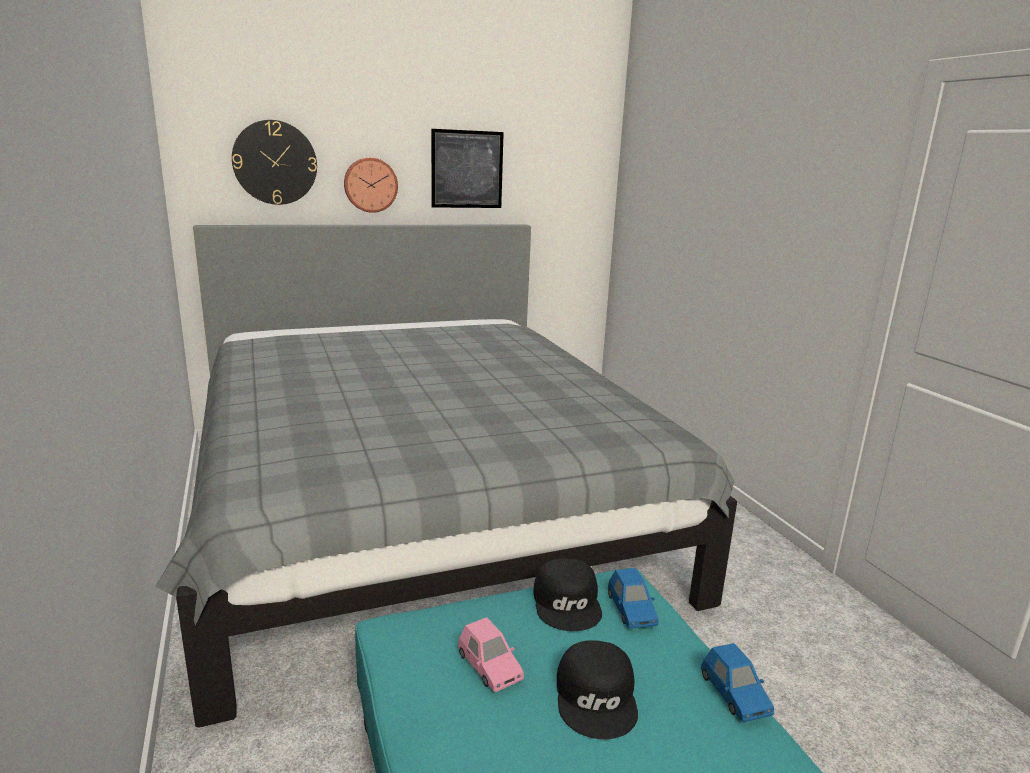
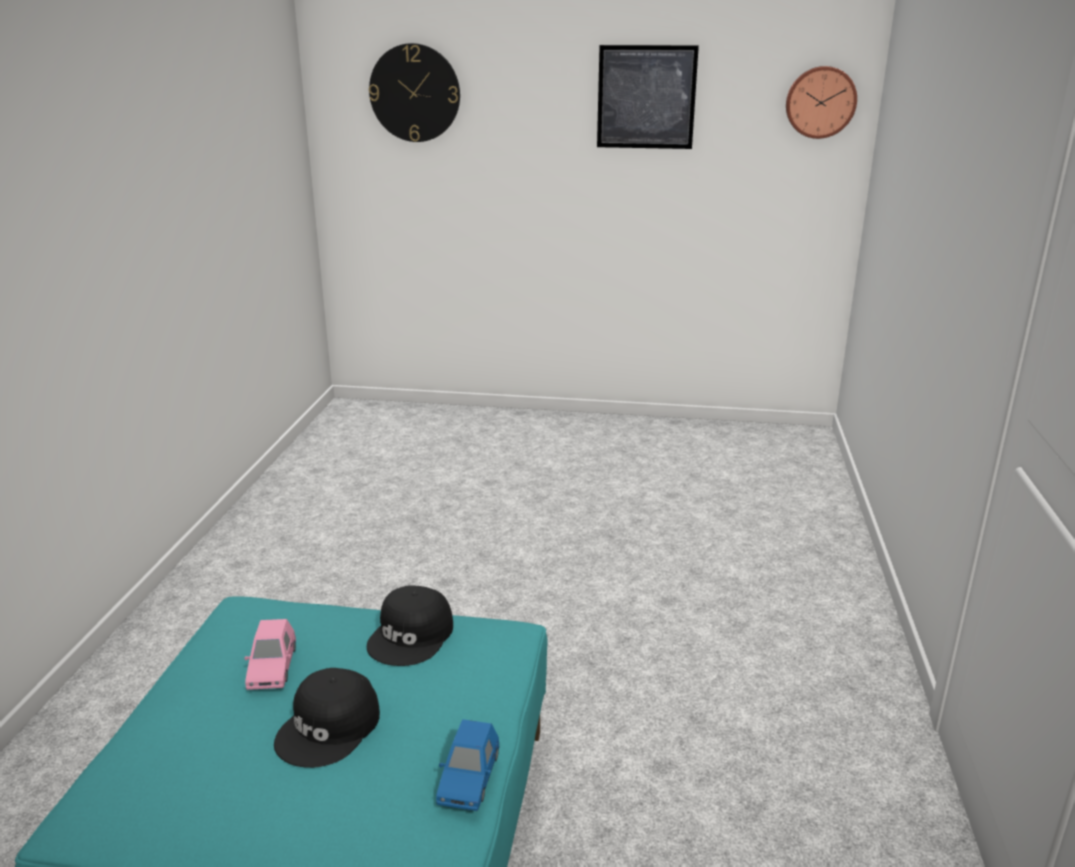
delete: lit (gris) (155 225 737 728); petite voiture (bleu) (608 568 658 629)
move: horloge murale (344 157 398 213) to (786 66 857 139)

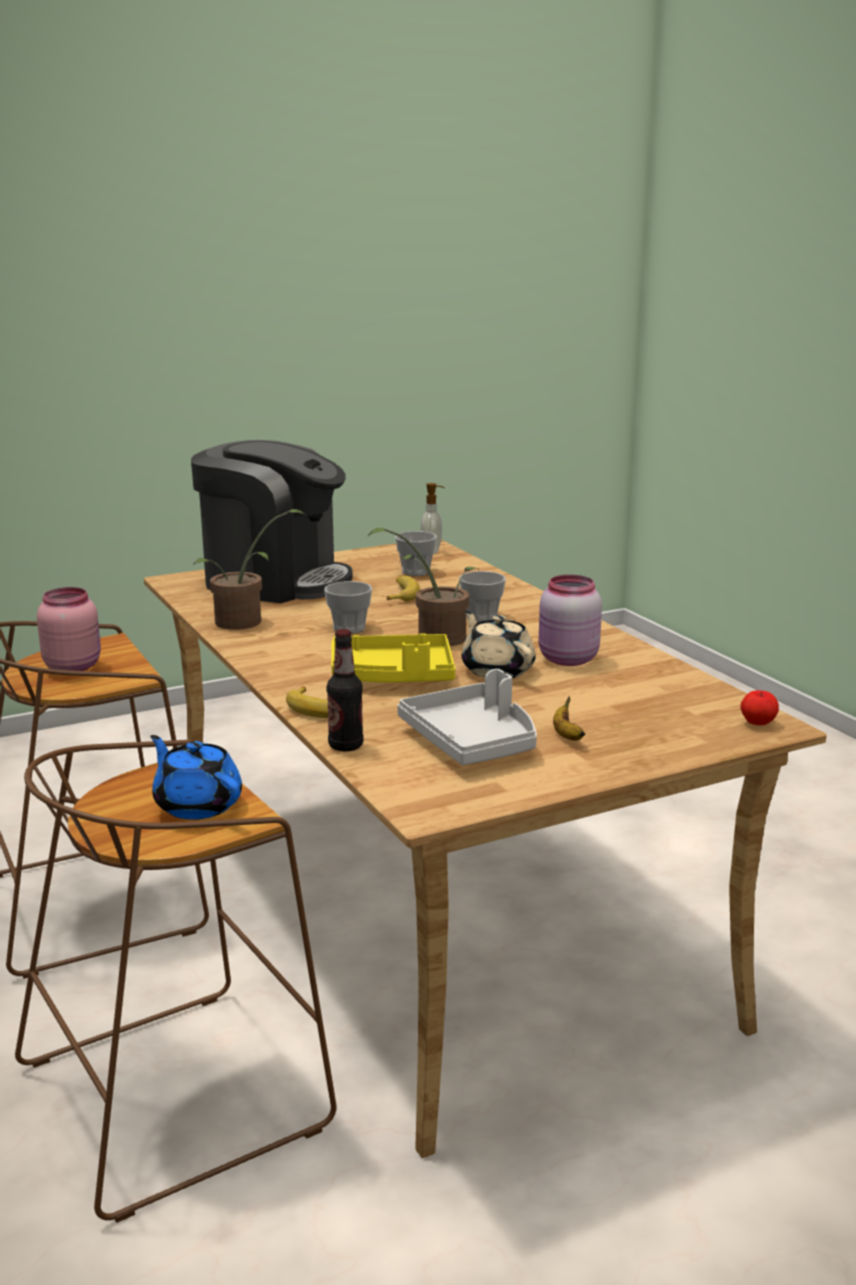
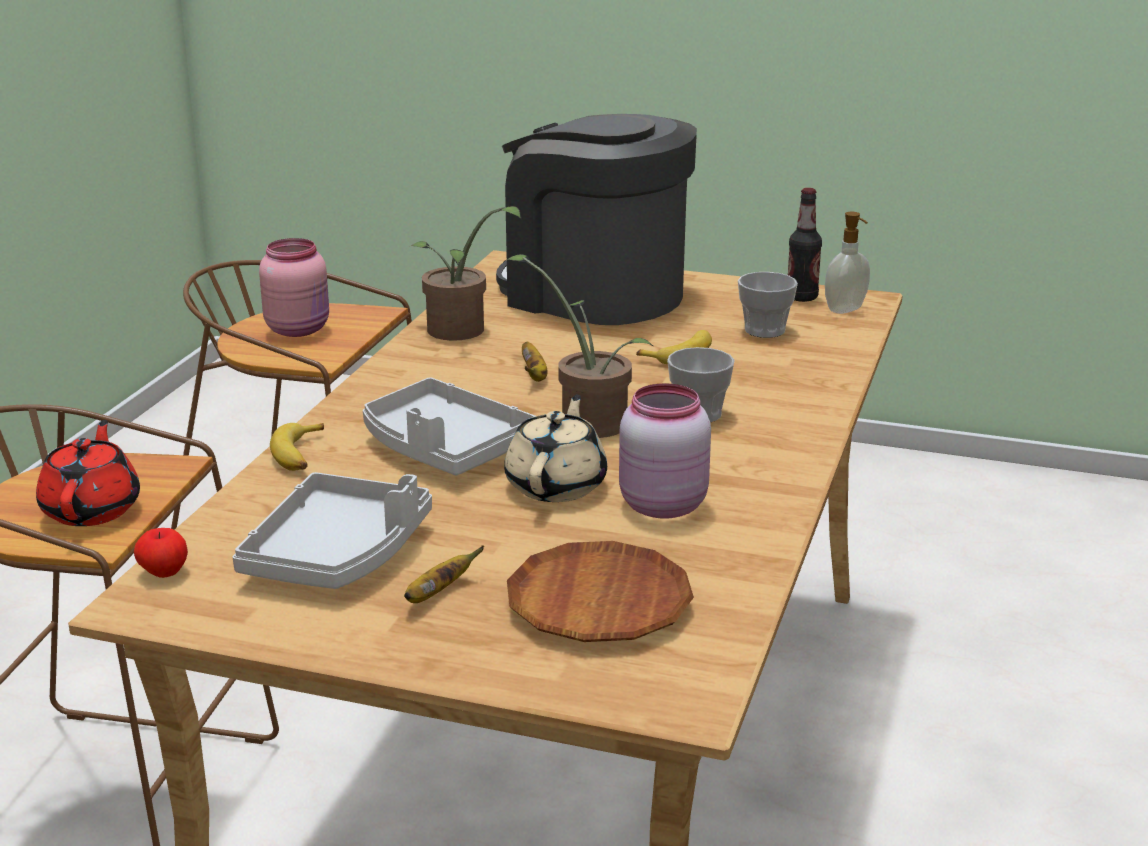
insert: assiette (marron) (507 541 694 642)
move: bouteille (327 629 364 751) to (788 188 822 302); pomme (740 690 779 725) to (134 528 188 578)
replace: tasse (324 581 372 634) to banane (522 342 548 382)
recolor: plateau (jaune) (331 633 456 683) to plateau (gris) (363 377 535 475); théière (bleu) (150 735 242 820) to théière (rouge) (36 420 140 526)
rotate: machine à café (191 440 353 603) = (496 114 697 325) 150 degrees clockwise

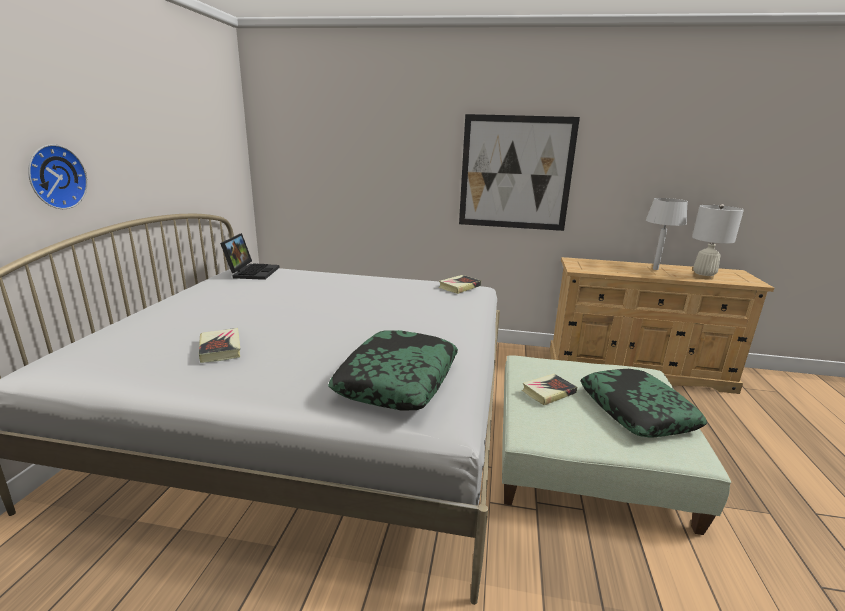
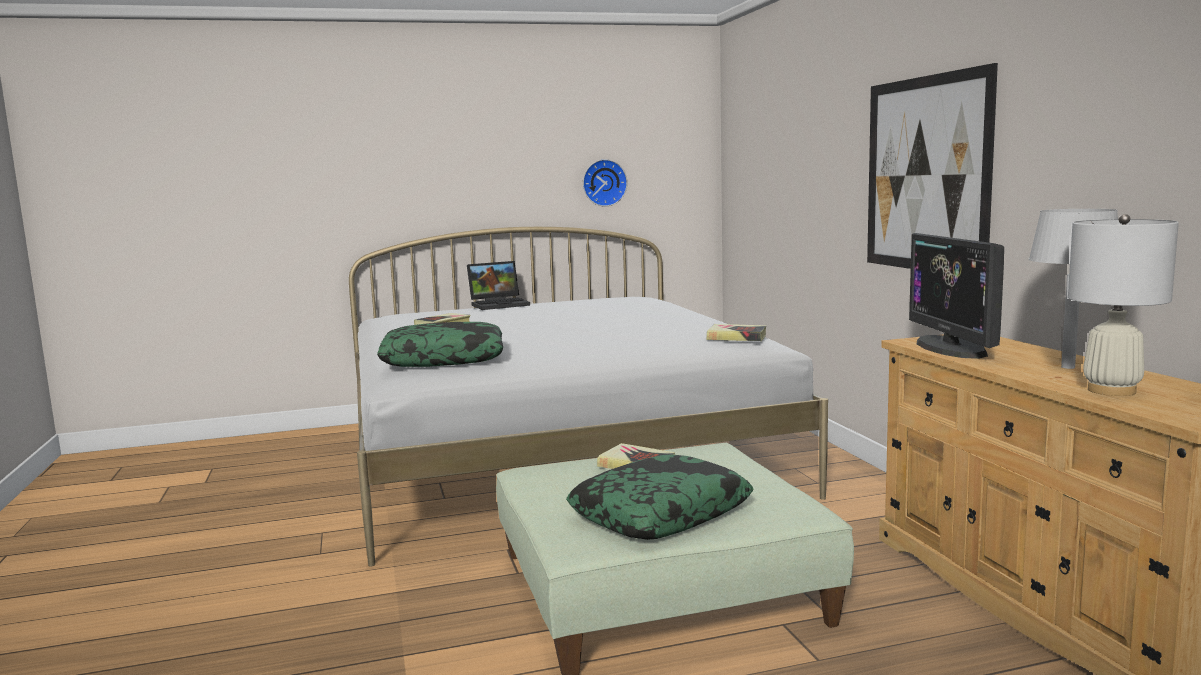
insert: écran d'ordinateur (909 233 1004 359)
move: horloge murale (28 144 88 209) to (583 159 627 207); ordinateur portable (220 233 280 280) to (467 261 530 310)

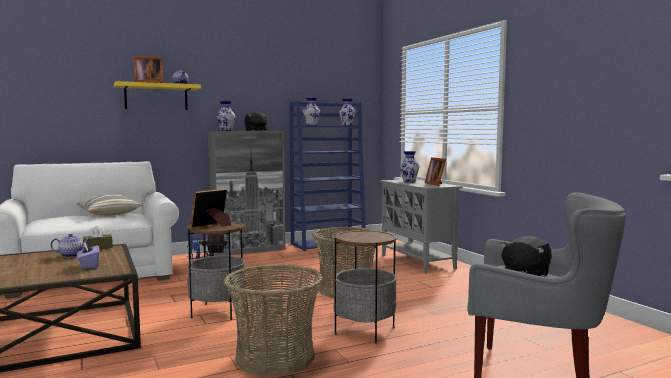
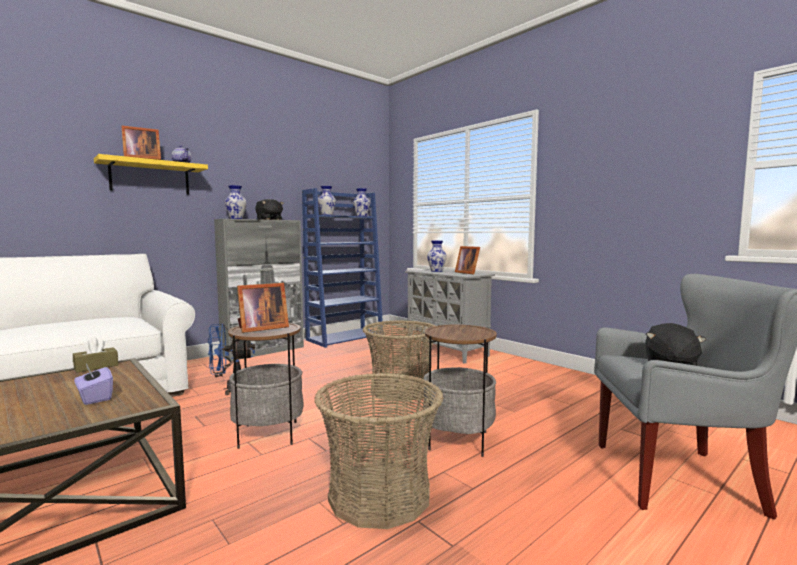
delete: coussin (77 194 141 216); théière (51 234 90 257)
rotate: cadre photo (190 189 231 227) = (237 283 289 333) 150 degrees counterclockwise

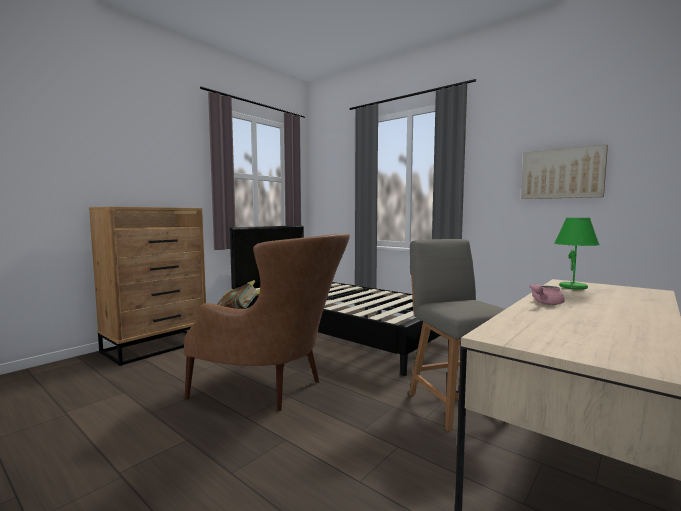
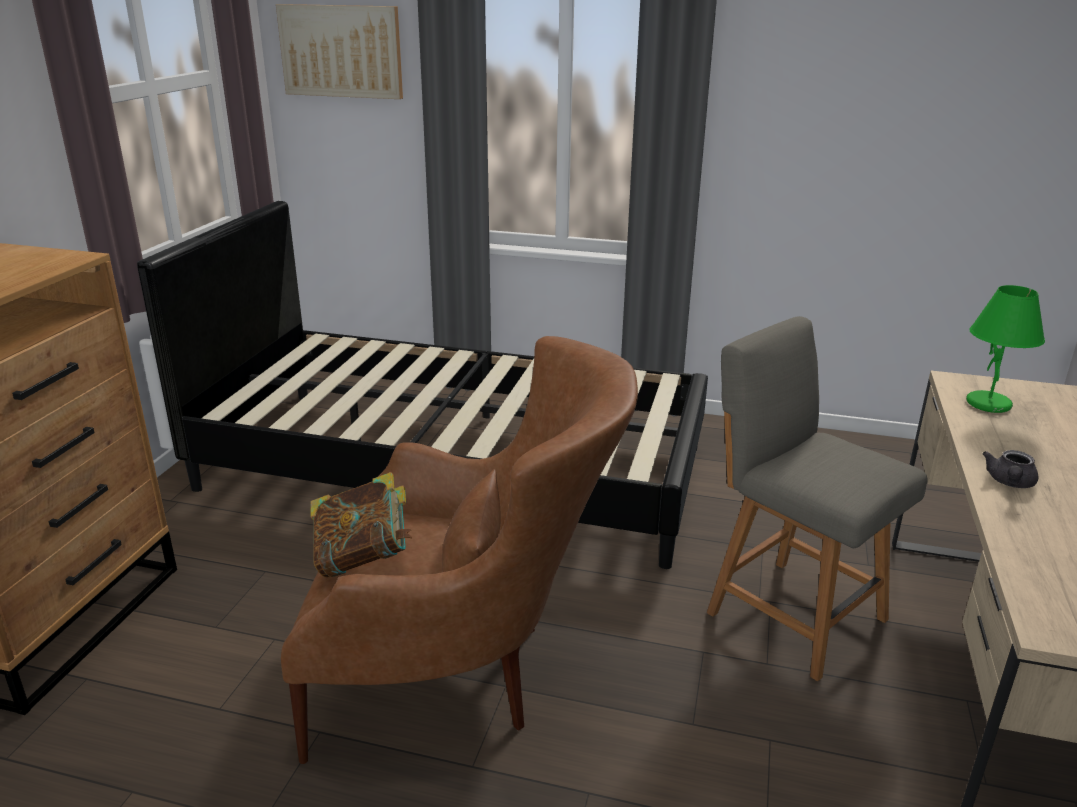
move: tableau (521 145 608 199) to (276 4 403 99)
recolor: théière (rose) (529 285 564 305) to théière (gris) (982 450 1038 488)

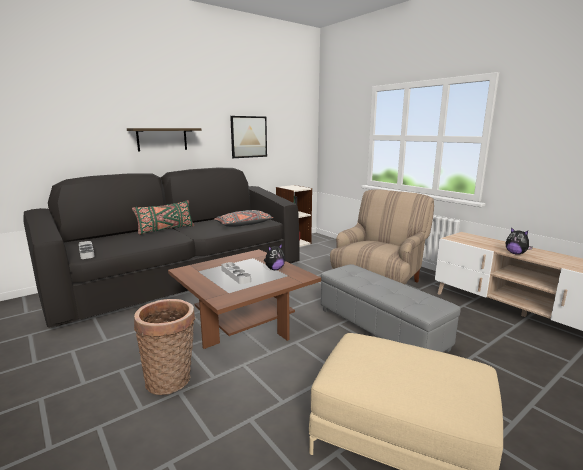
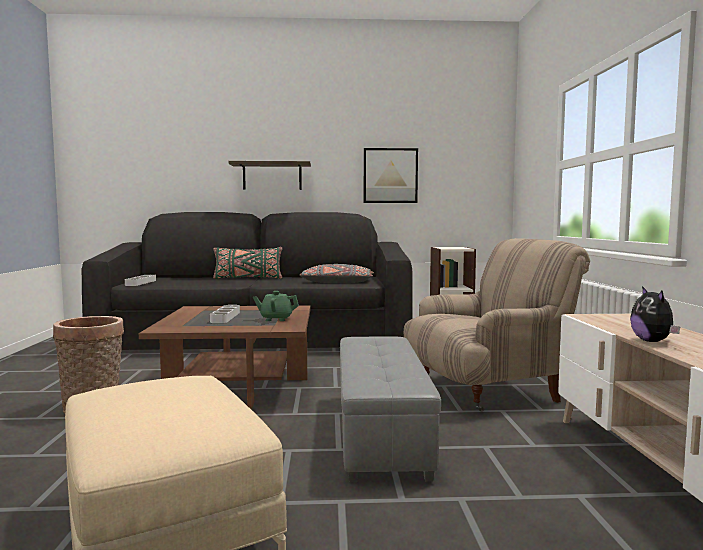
replace: peluche (264 244 285 270) to théière (vert) (253 291 299 321)

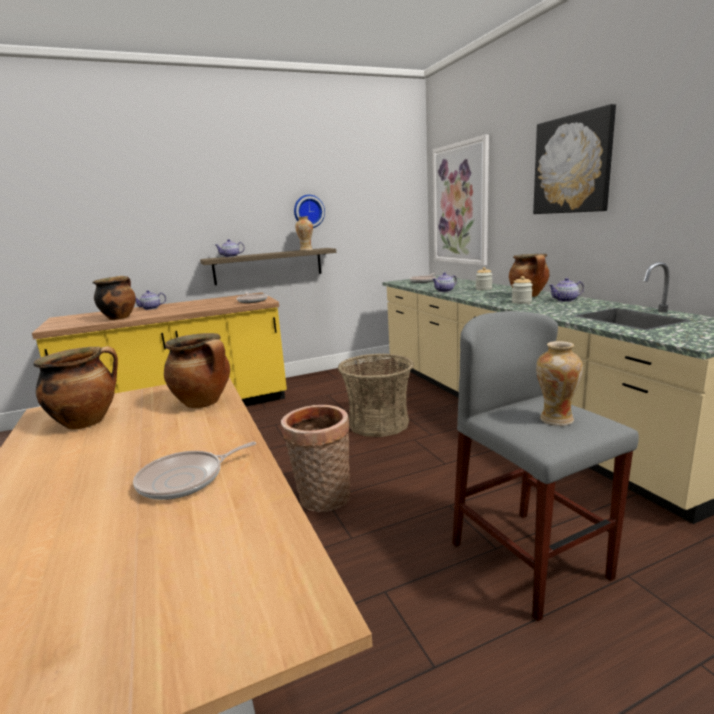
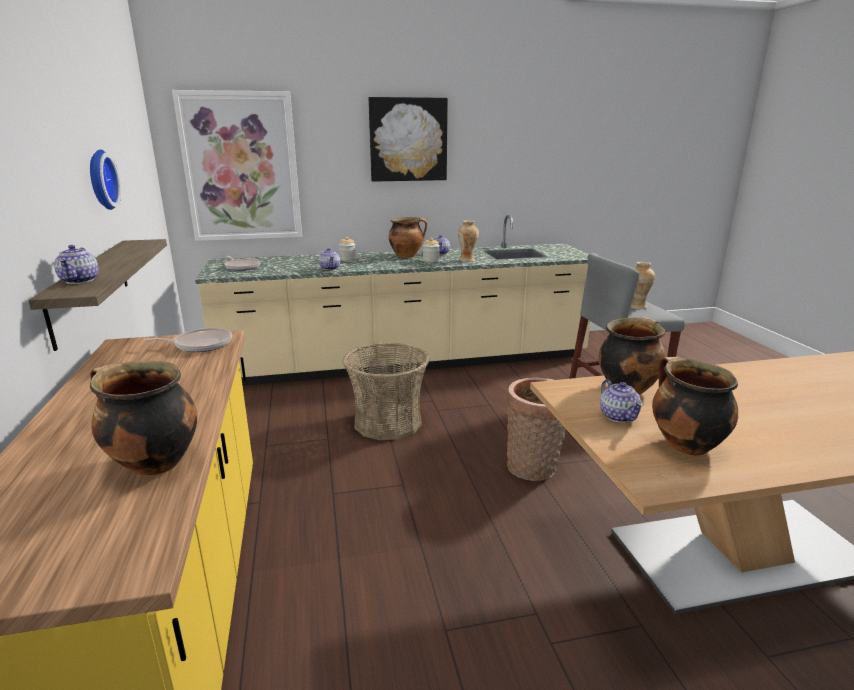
delete: poêle (133 442 256 500)
move: vase (295 216 313 251) to (458 220 479 262); théière (135 290 166 310) to (600 379 644 423)

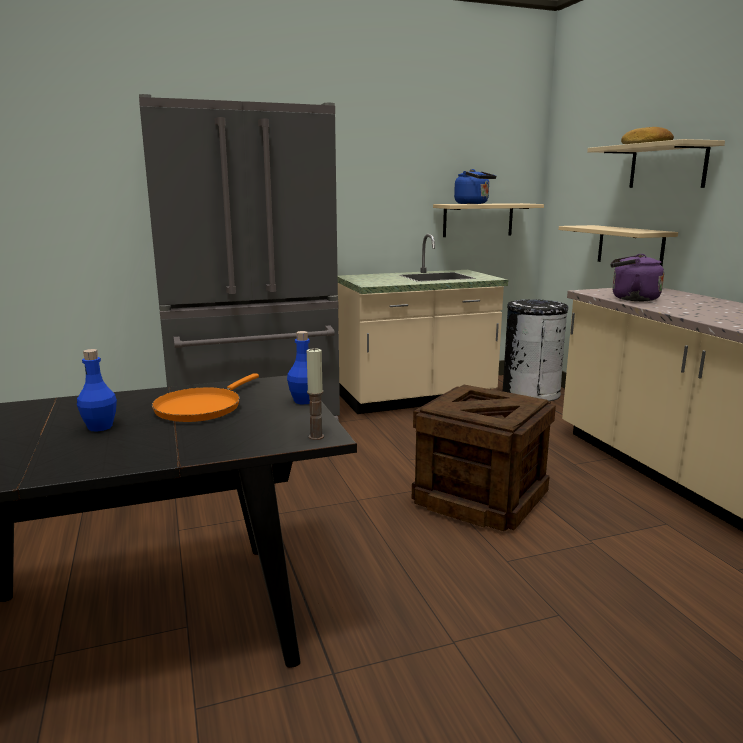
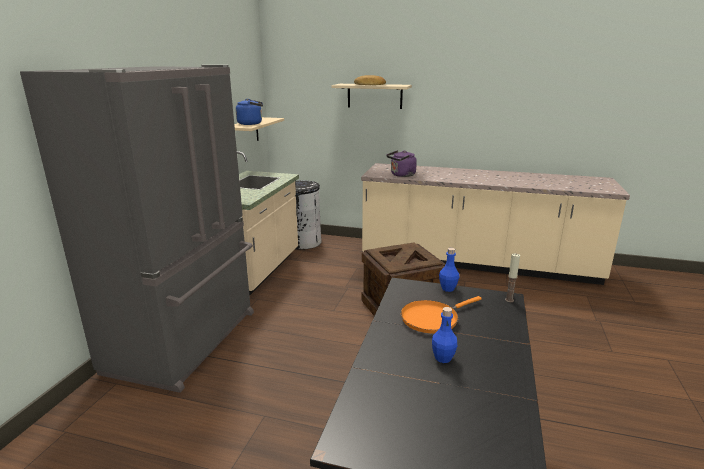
delete: étagère (beige) (559 225 678 266)
rotate: poêle (orange) (152 373 259 422) = (401 296 482 333) 90 degrees clockwise

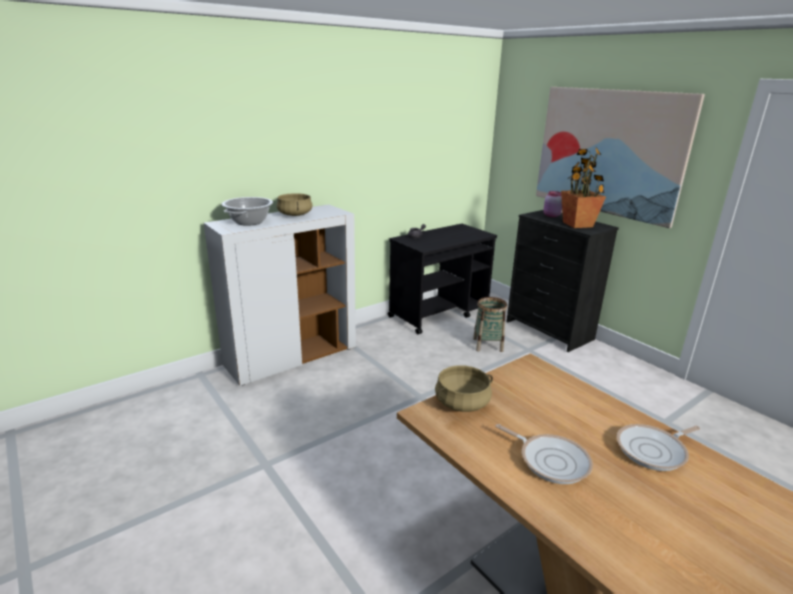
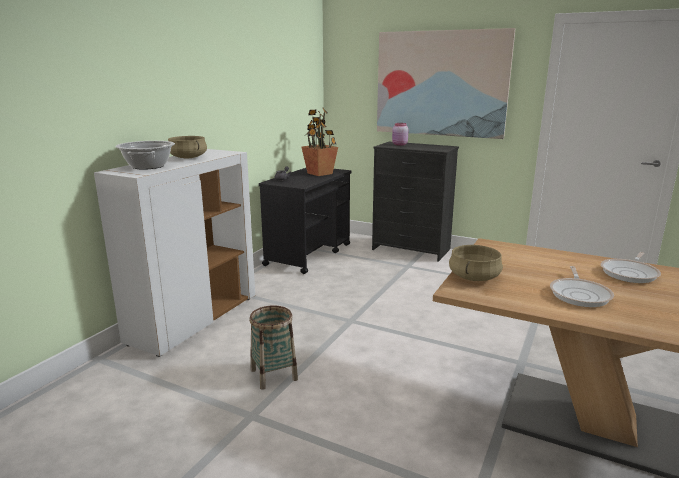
move: plante en pot (561 147 606 228) to (302 108 338 176); panier (473 297 507 352) to (249 305 298 390)
rotate: poêle (495 424 593 484) = (550 266 614 307) 90 degrees clockwise

